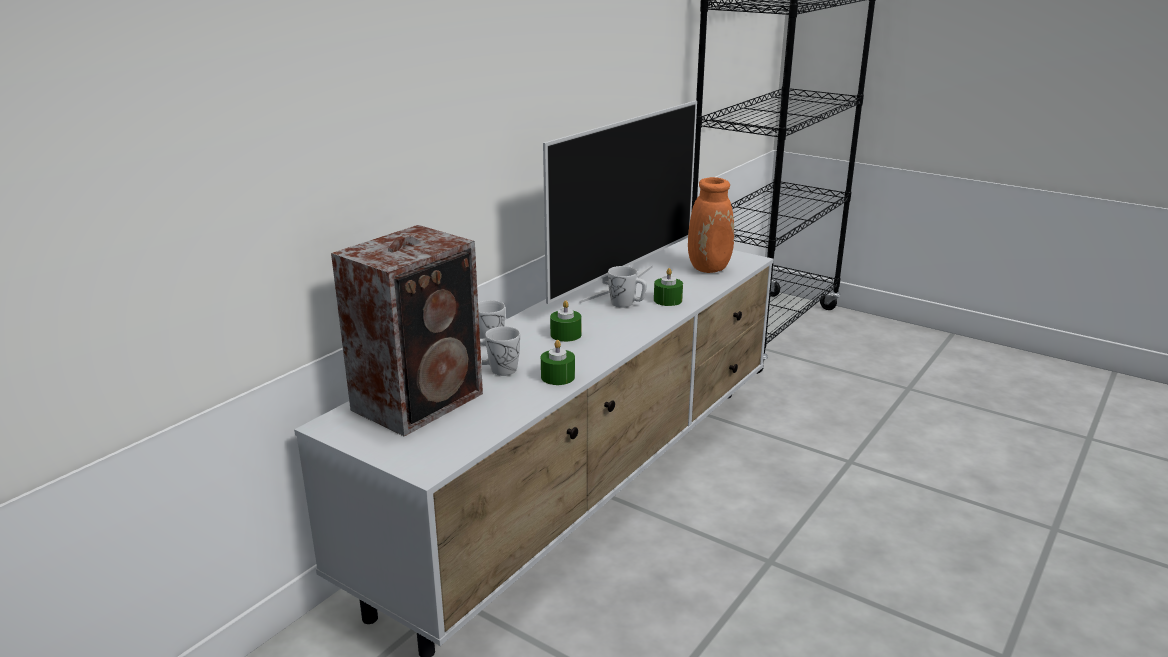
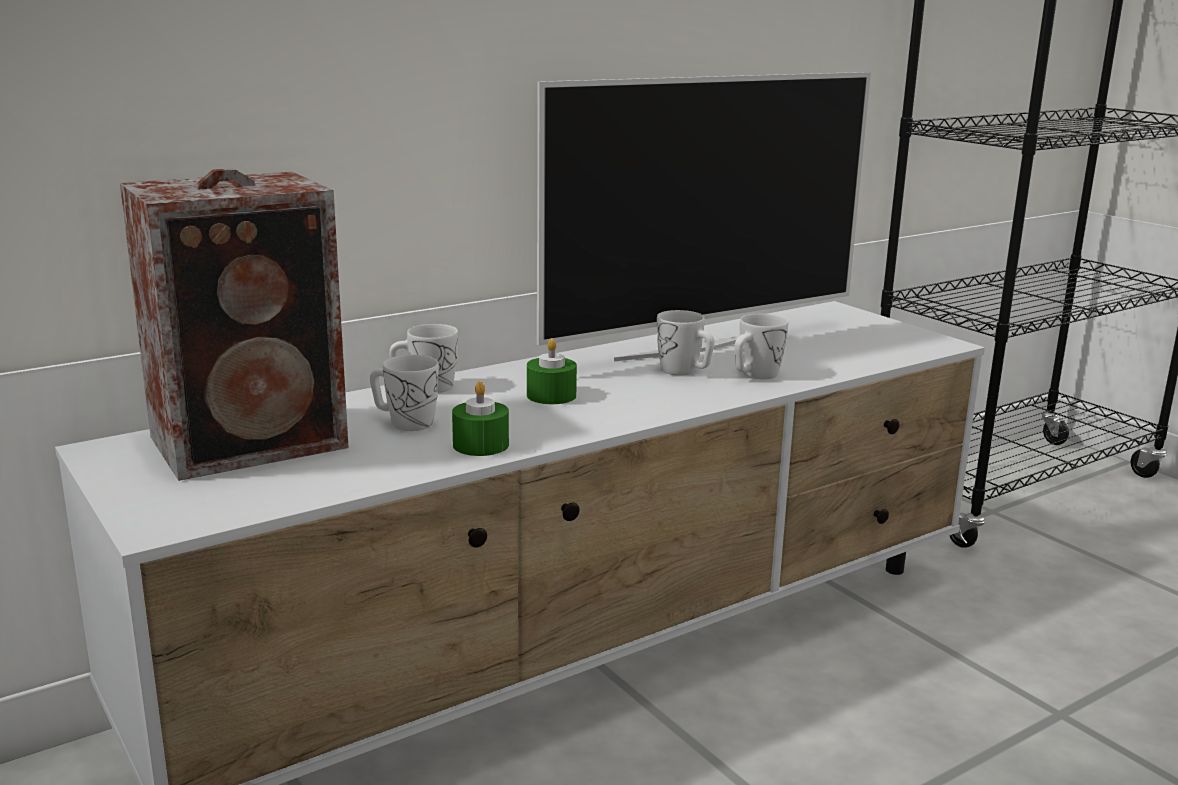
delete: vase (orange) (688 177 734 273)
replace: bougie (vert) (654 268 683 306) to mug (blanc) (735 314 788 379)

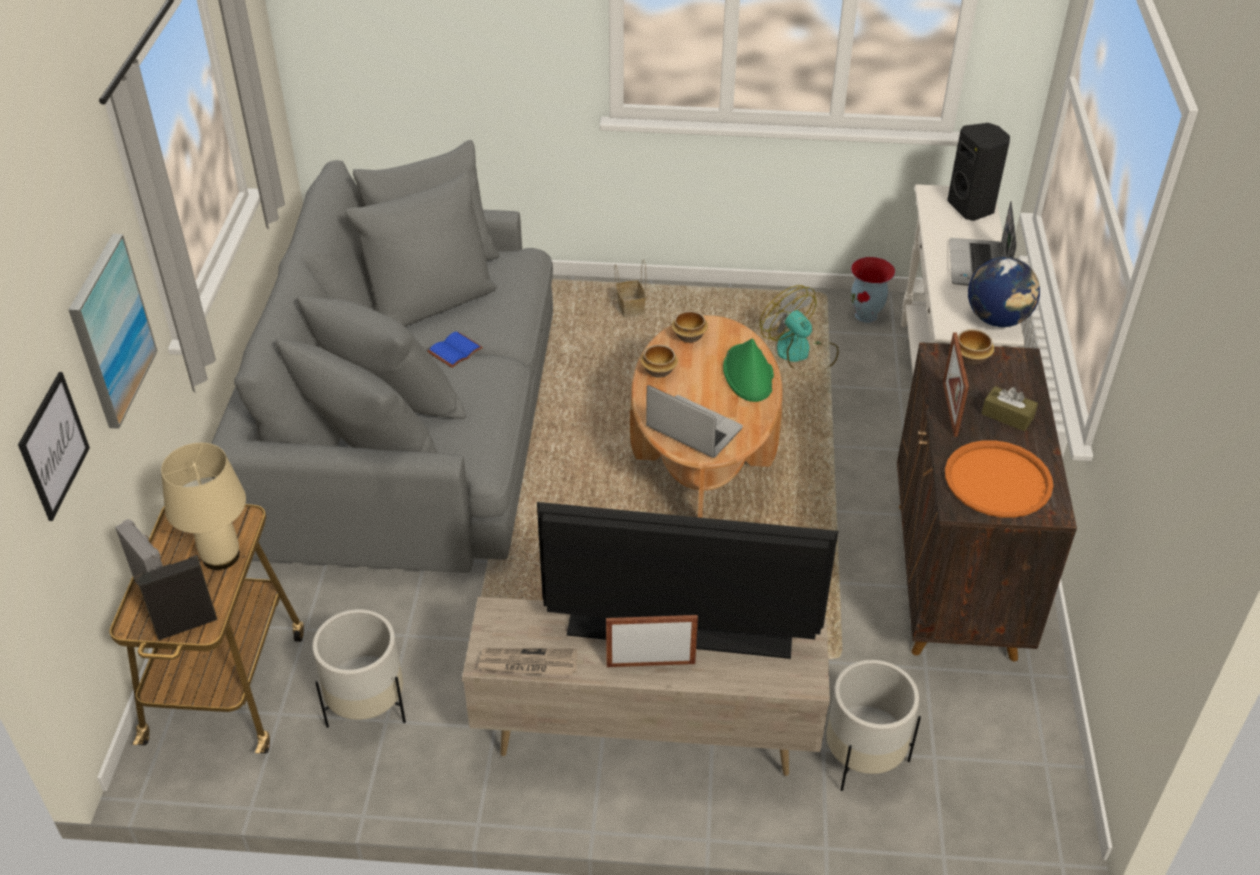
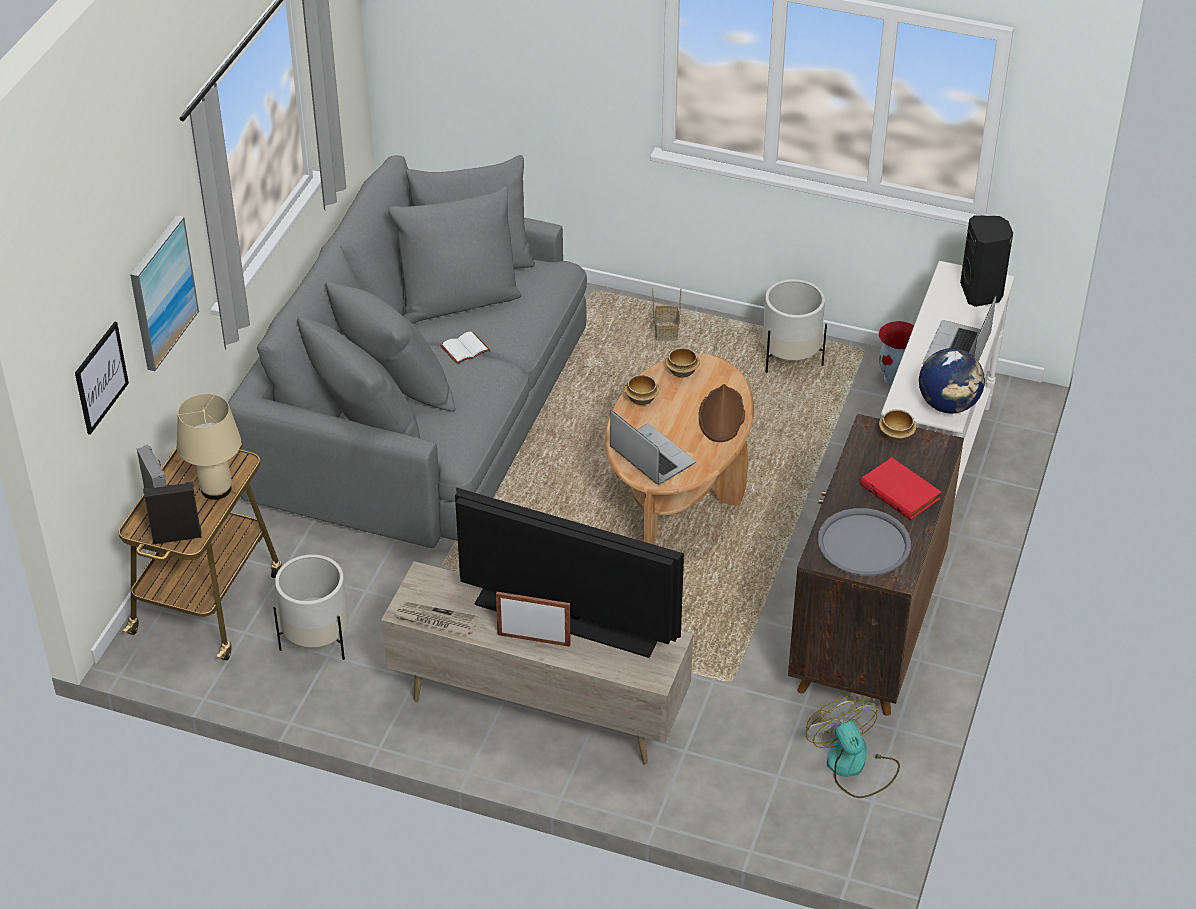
delete: cadre photo (943 332 969 437)
move: ventilateur (760 285 839 374) to (806 695 900 798); cache-pot (blanc) (826 660 921 791) to (762 279 827 373)
replace: boîte à mouchoirs (marron) (981 386 1038 431) to livre (rouge) (860 457 941 520)
recolor: livre (bleu) (427 332 483 368) to livre (blanc) (440 331 490 364); chapeau (vert) (723 338 774 402) to chapeau (marron) (699 384 745 442); plateau (orange) (945 440 1053 518) to plateau (gris) (818 508 911 576)

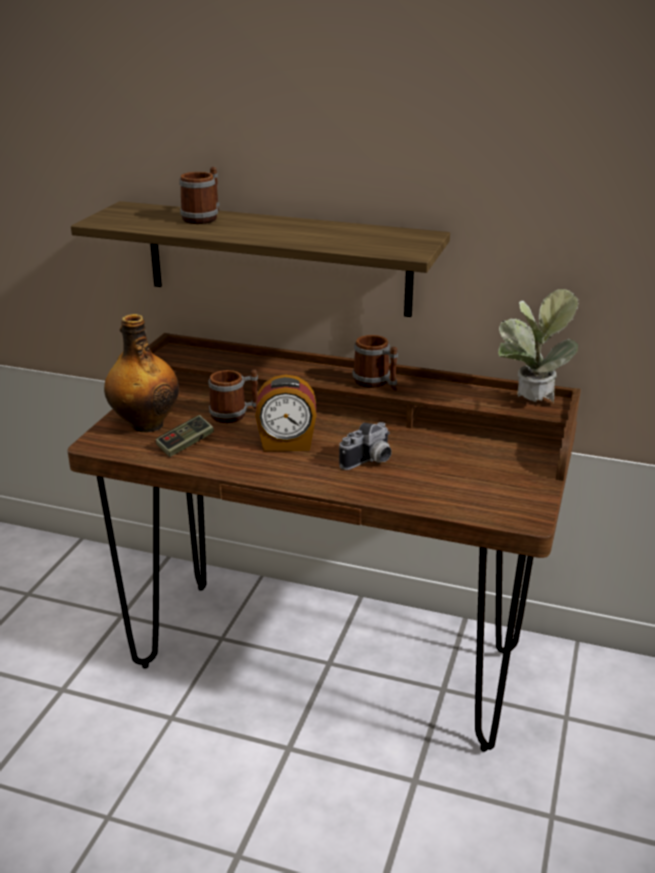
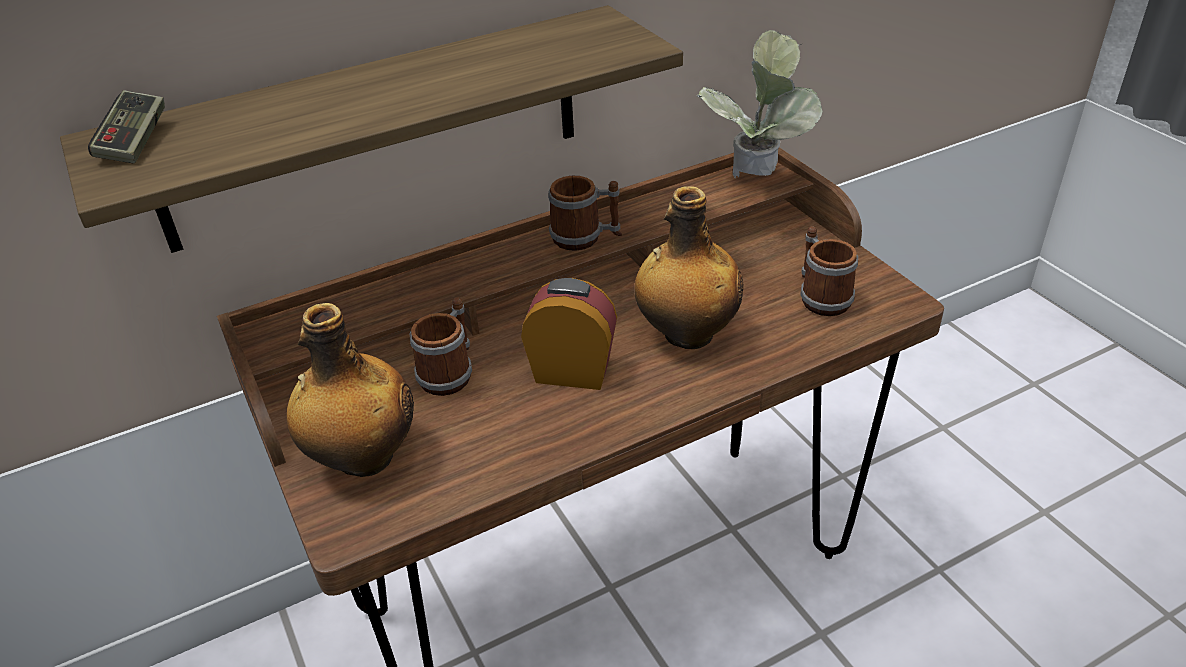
move: mug (179 167 219 224) to (800 226 858 316); manette (156 415 214 457) to (88 90 165 163)
replace: appareil photo (339 422 392 470) to bouteille (634 186 744 349)
rotate: réveil (255 374 316 451) = (521 278 617 390) 120 degrees counterclockwise

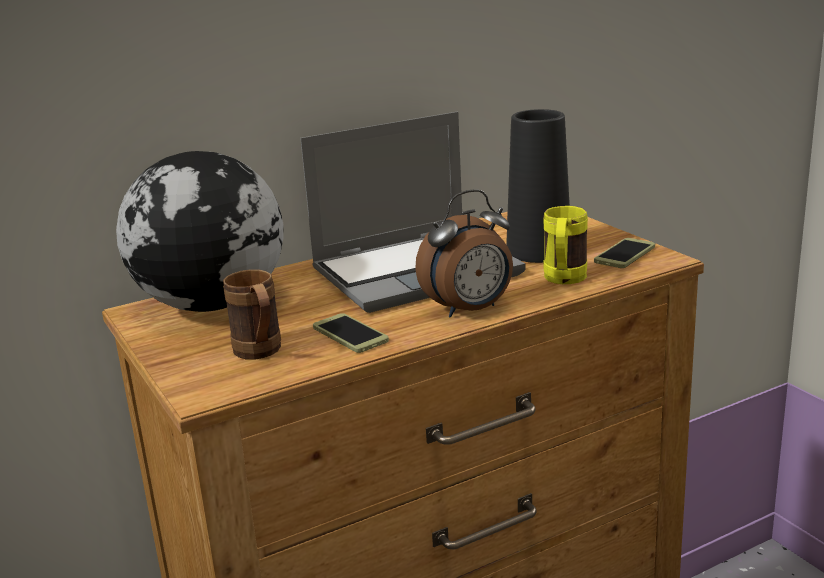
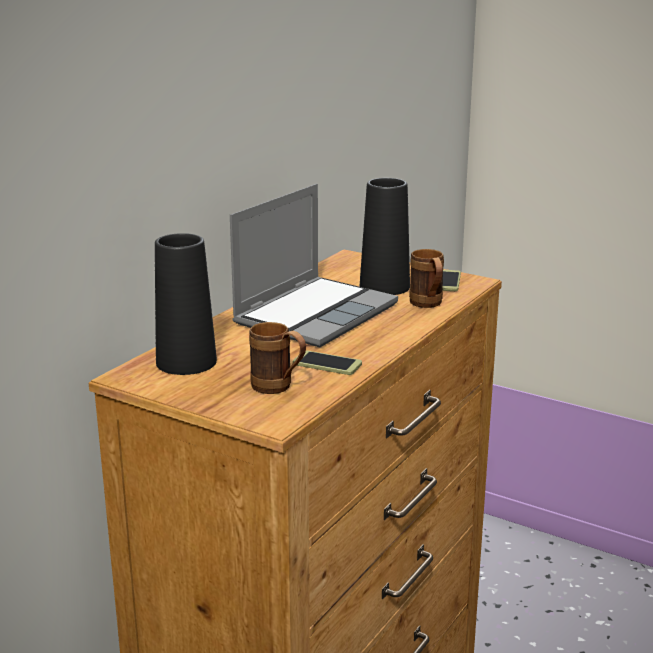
delete: réveil (415 189 513 318)
replace: globe (116 151 283 312) to vase (noir) (155 233 217 375)
recolor: mug (jaune) (543 206 588 284) to mug (marron) (409 249 444 308)

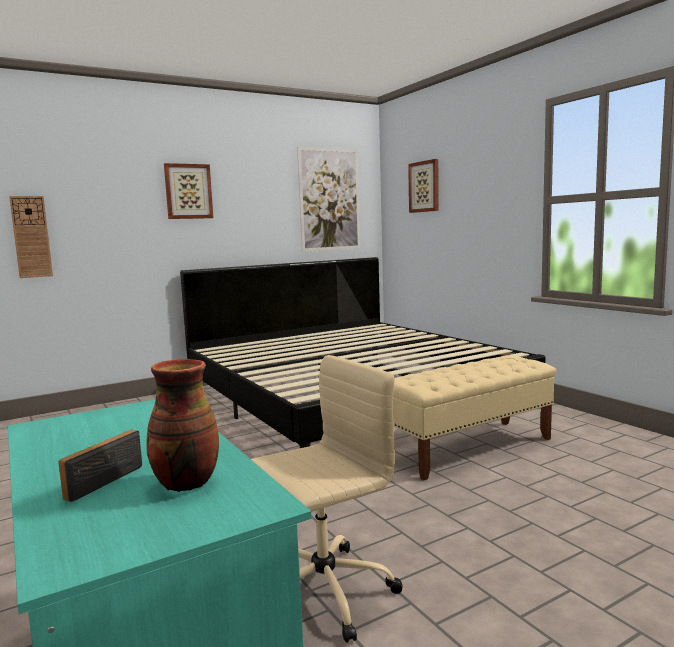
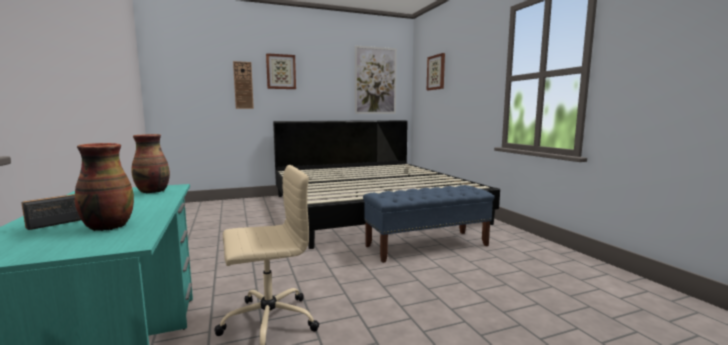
insert: vase (131 134 170 194)
move: horloge murale (9 196 53 278) to (233 61 254 109)
recolor: banc (beige) (393 355 557 480) to banc (bleu) (363 185 494 263)

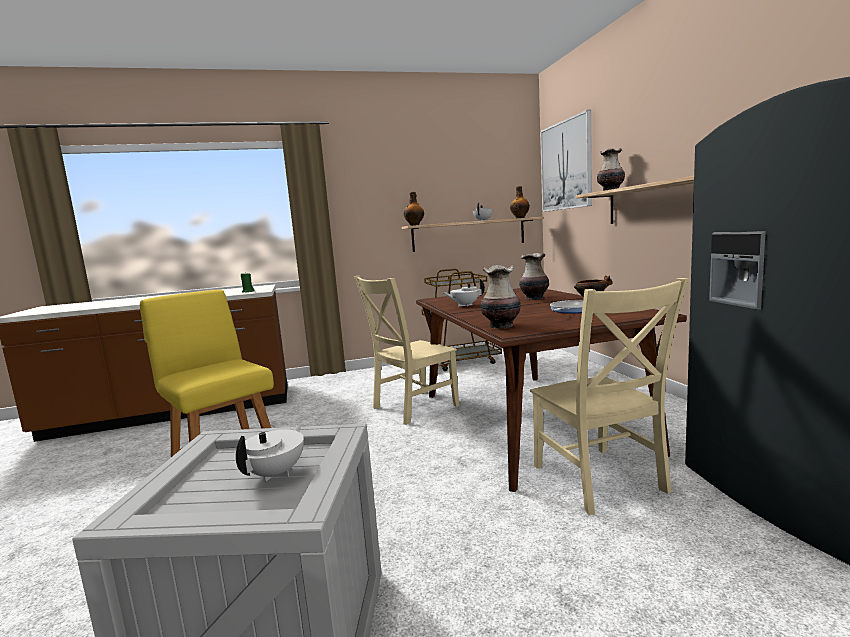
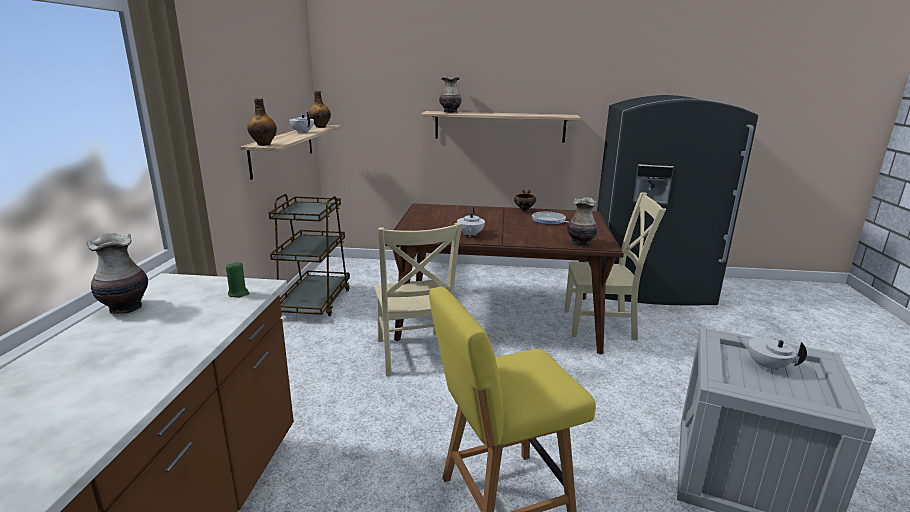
delete: tableau (540 110 592 212)
move: vase (519 253 549 300) to (87 233 148 314)

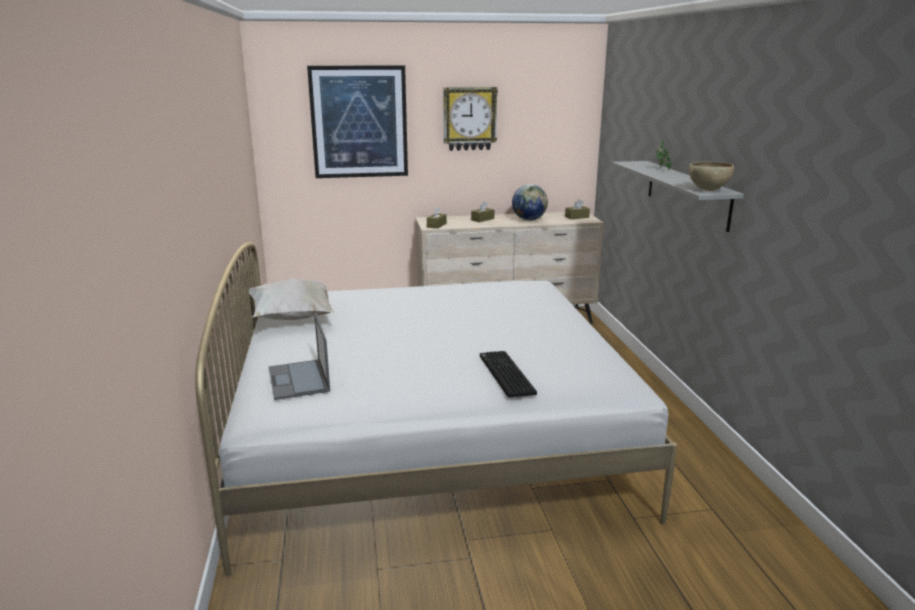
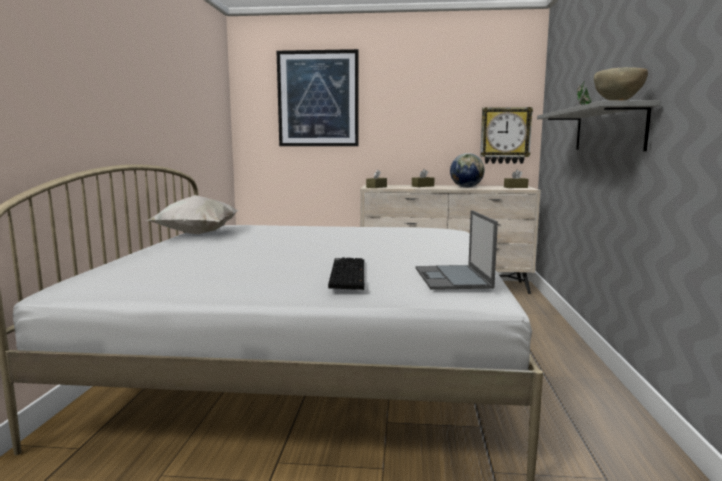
move: horloge murale (443 87 498 151) to (480 107 533 164); ordinateur portable (269 313 330 400) to (416 210 498 290)

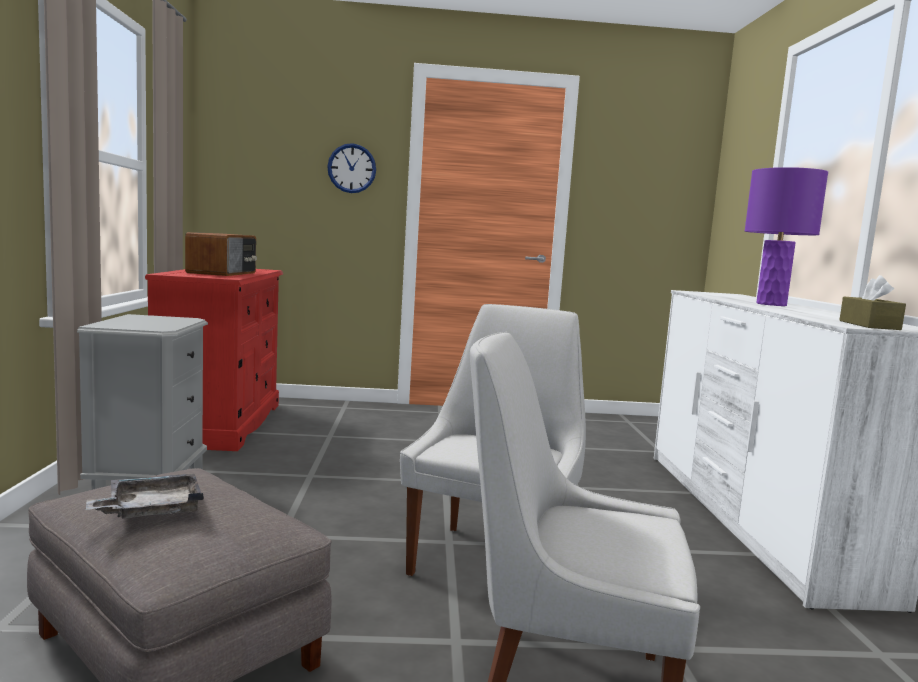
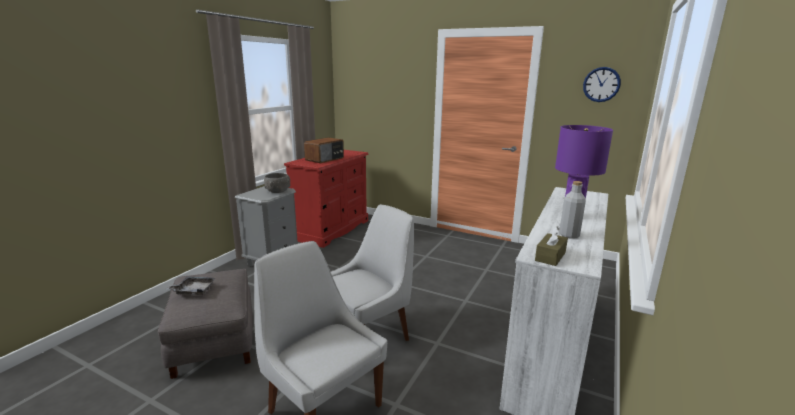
insert: bol (gris) (264 173 291 193); bouteille (gris) (559 181 586 239)
move: horloge murale (327 143 376 193) to (583 67 621 102)

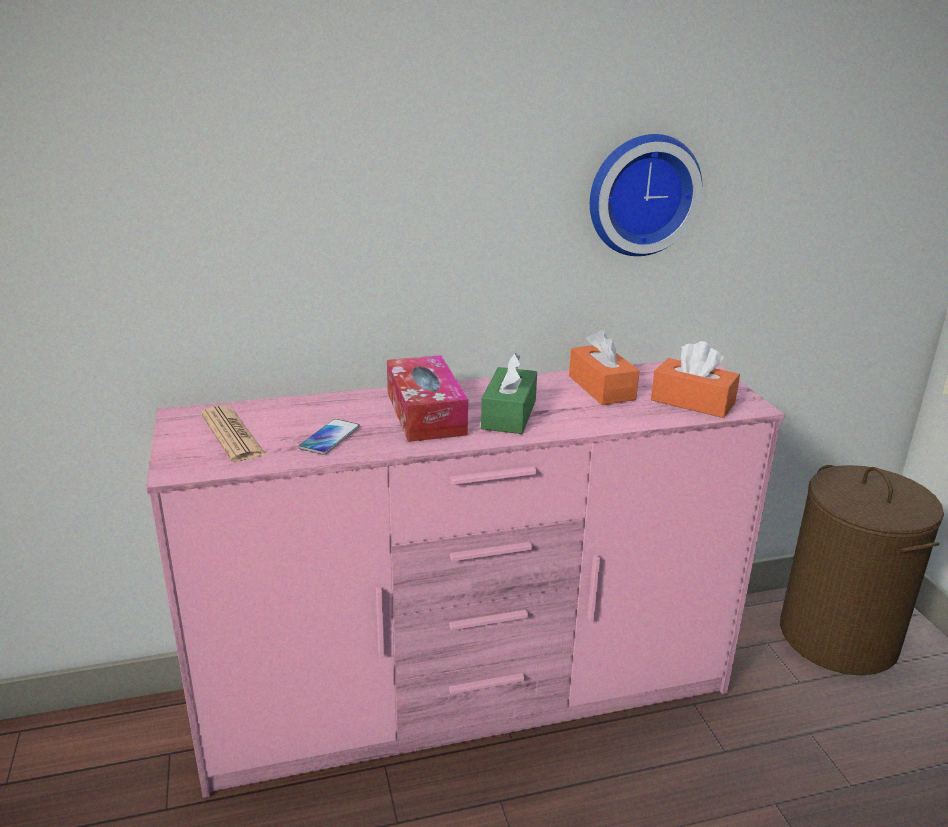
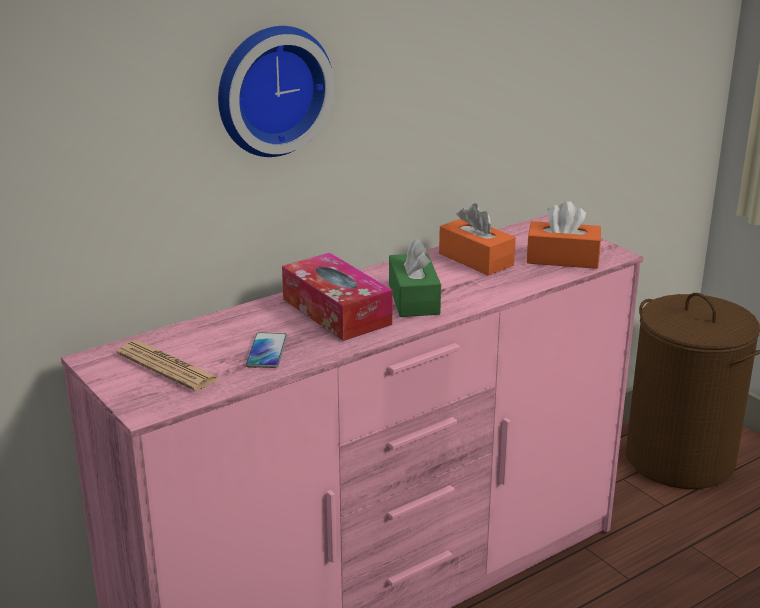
move: horloge murale (590 134 702 256) to (218 26 334 157)

